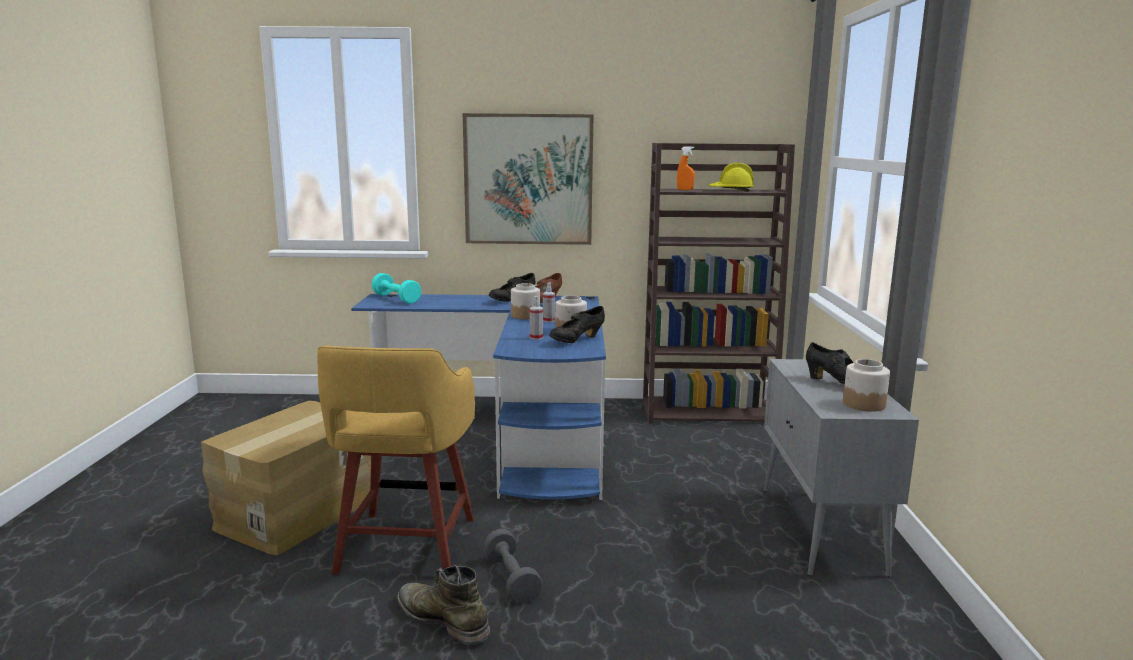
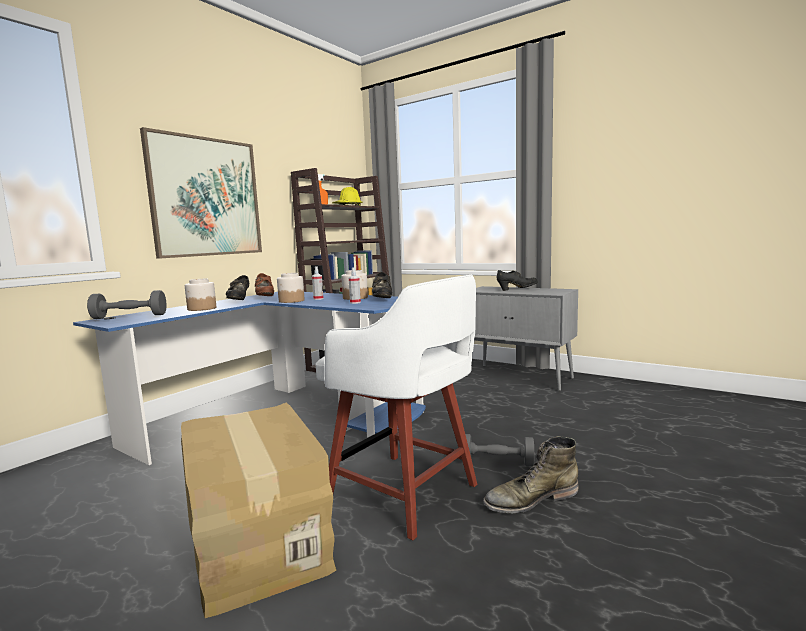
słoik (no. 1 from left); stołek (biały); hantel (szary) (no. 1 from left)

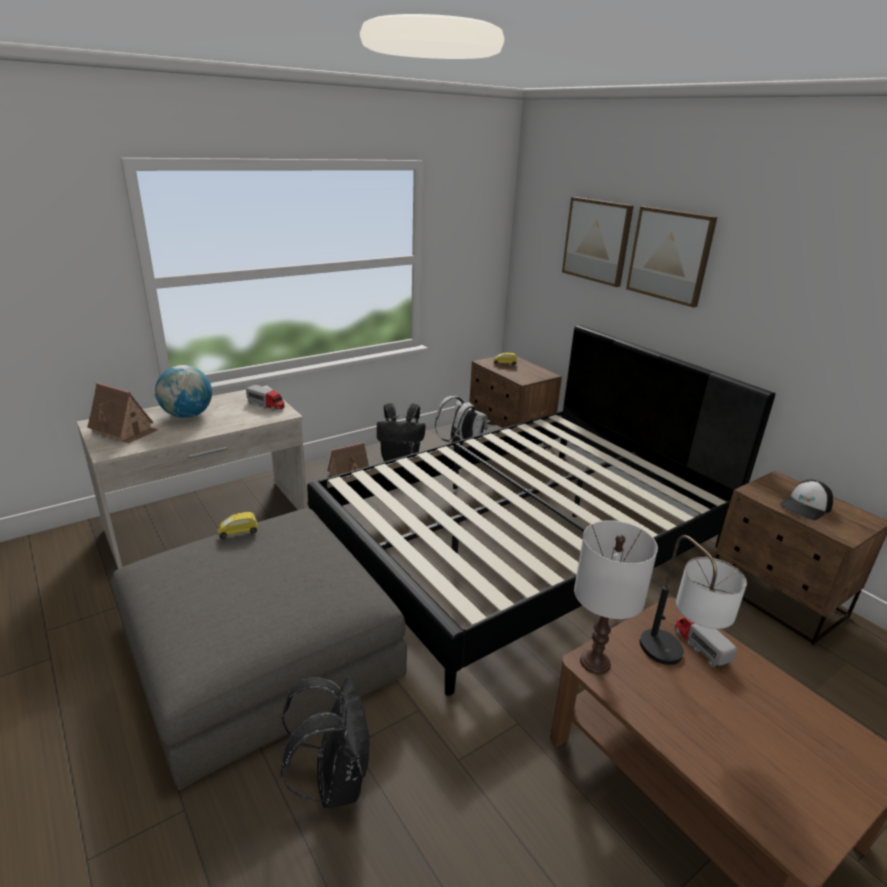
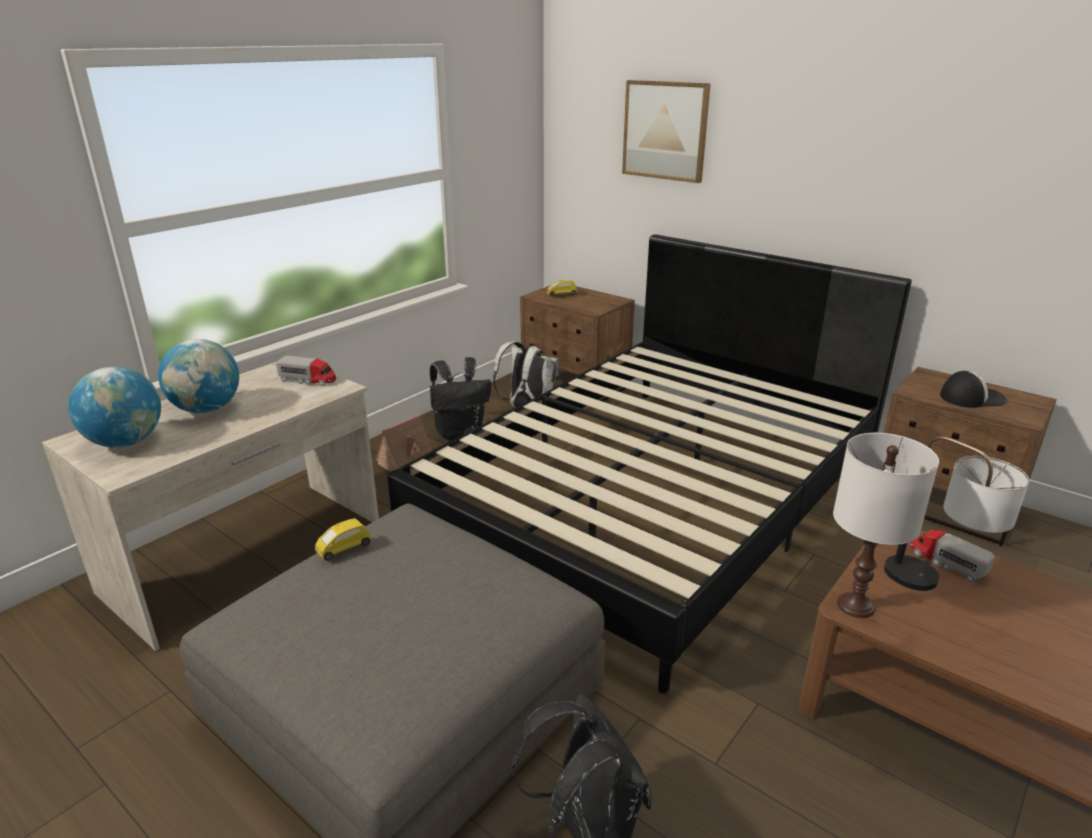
obraz (no. 2 from left in the first image); globus (no. 1 from left); czapka z daszkiem

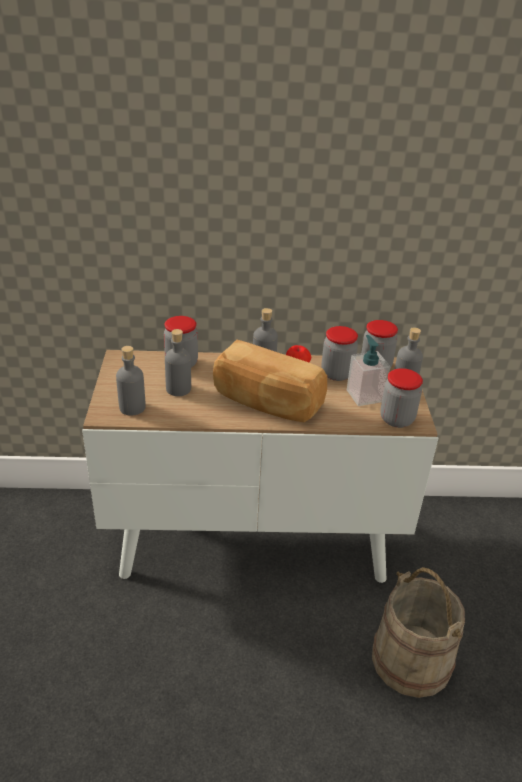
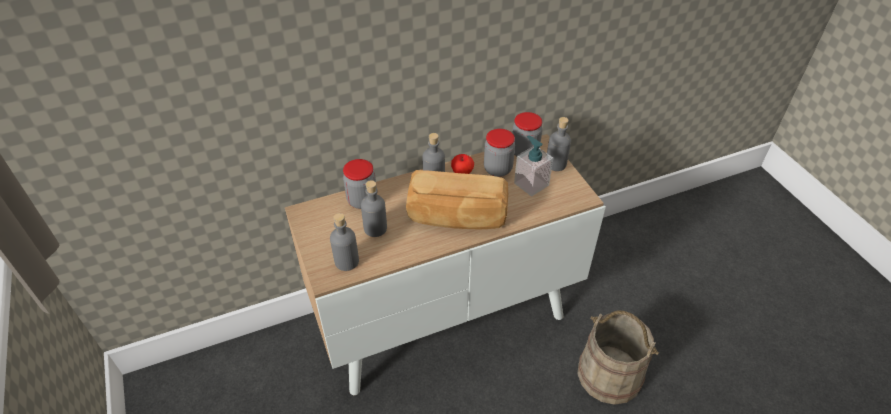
słoik (no. 4 from left in the first image)

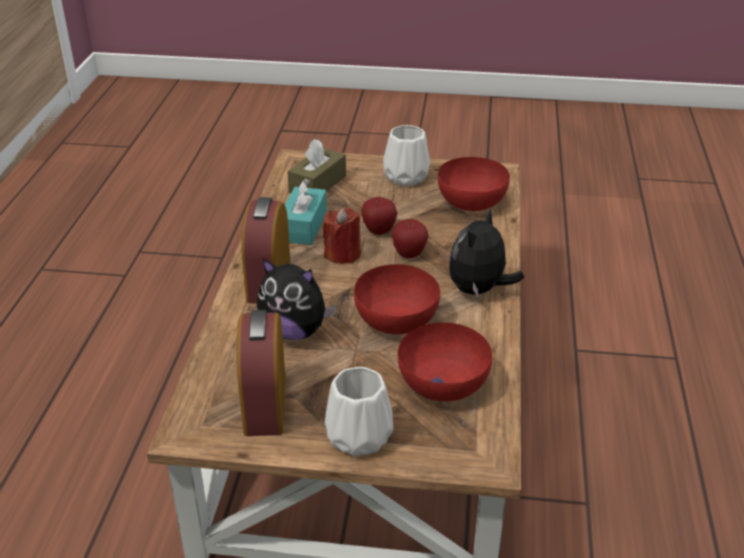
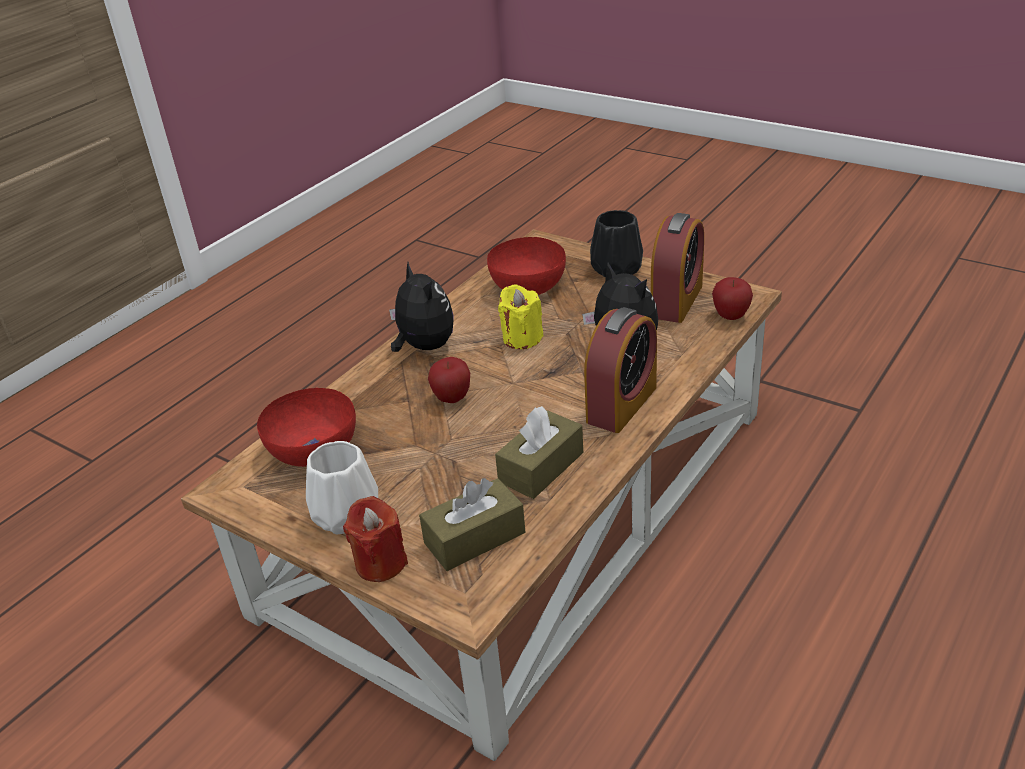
świeca (czerwony); jabłko (no. 2 from left); świeca (żółty); pudełko chusteczek (brązowy) (no. 2 from left); wazon (czarny); pluszak (no. 1 from left)

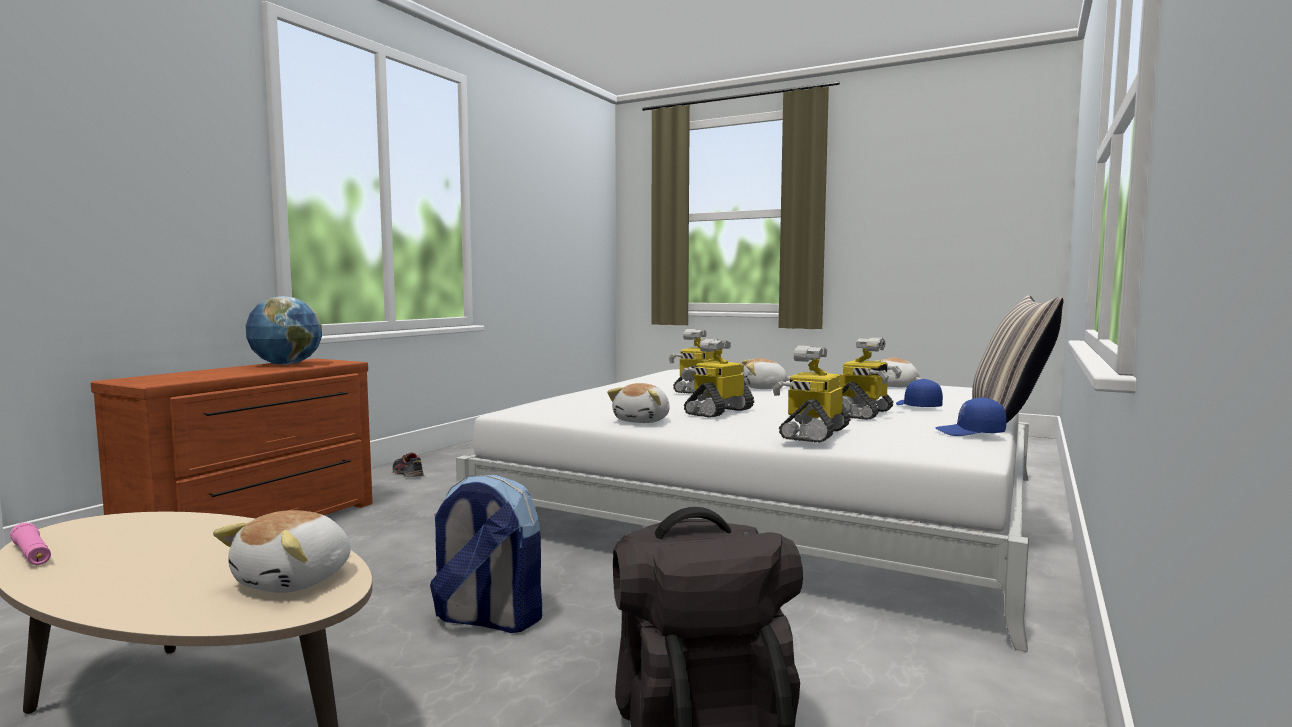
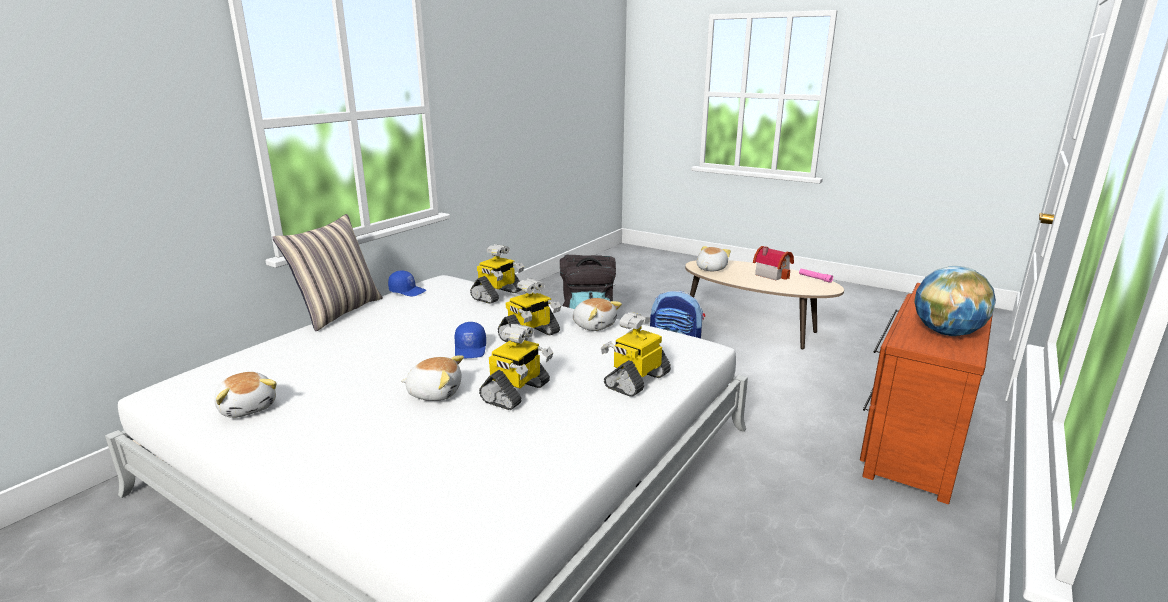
but; domek; robot zabawkowy (no. 4 from left); czapka z daszkiem (niebieski) (no. 2 from left); pluszak (no. 3 from left)

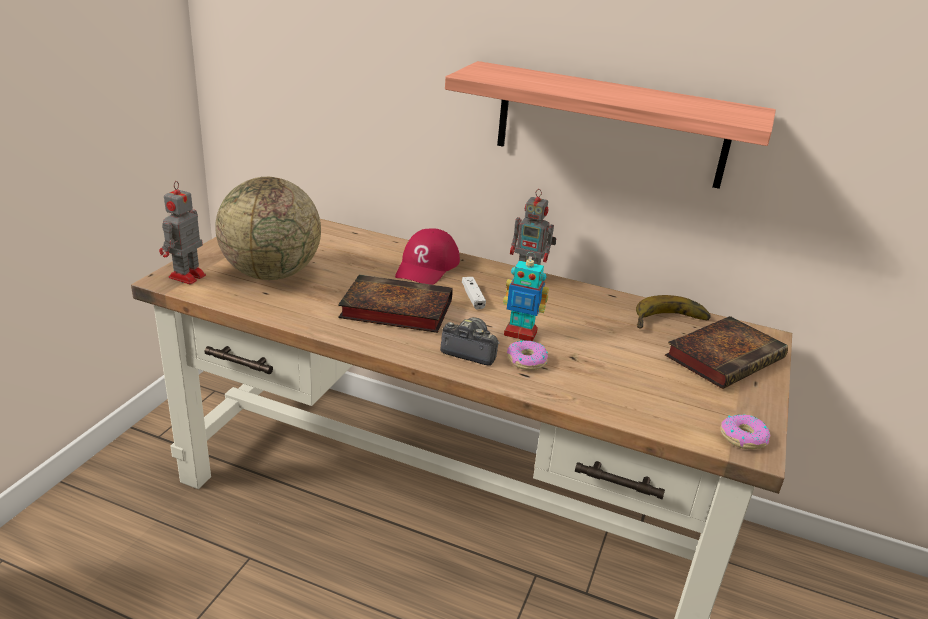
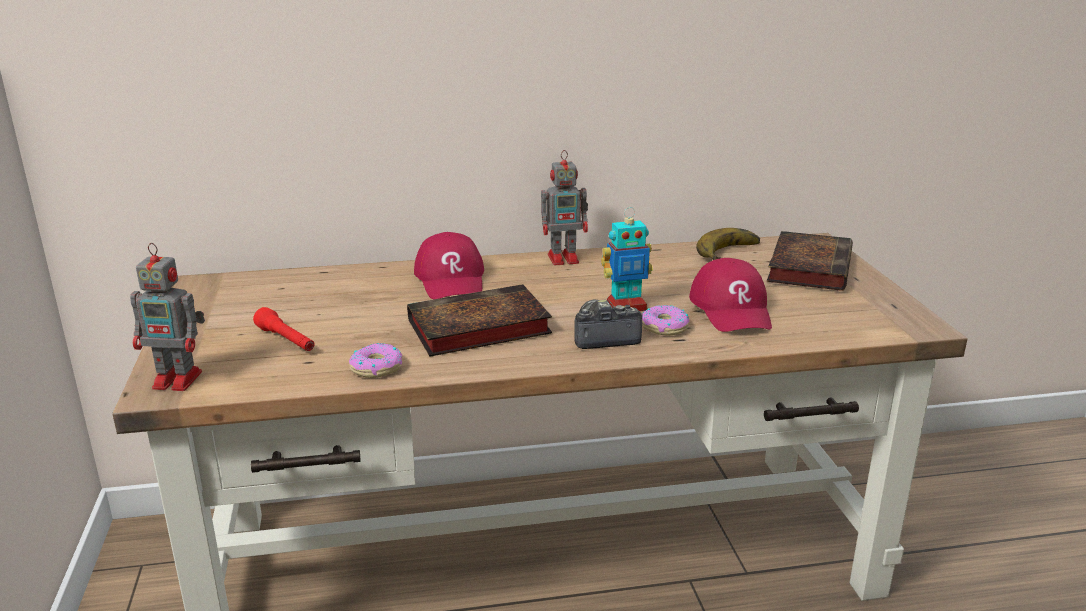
półka; pad do gier (biały); czapka z daszkiem (czerwony) (no. 2 from left); donut (no. 1 from left); latarka (czerwony); robot zabawkowy (no. 1 from left)

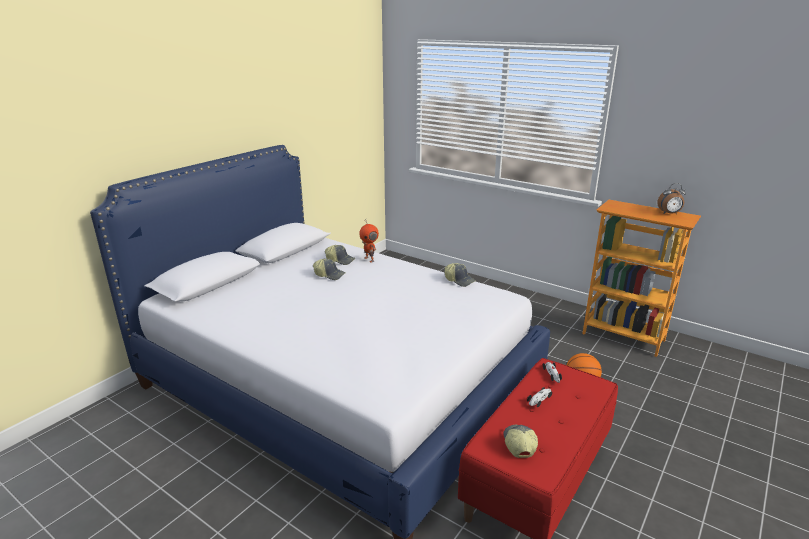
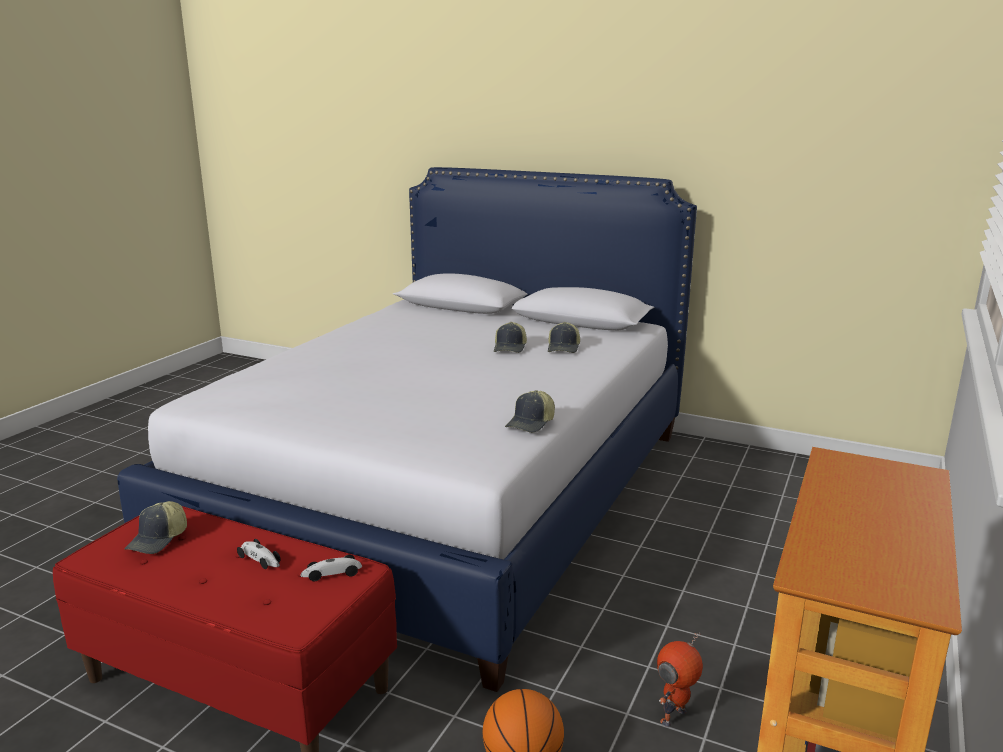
budzik; robot zabawkowy; czapka z daszkiem (no. 1 from left)

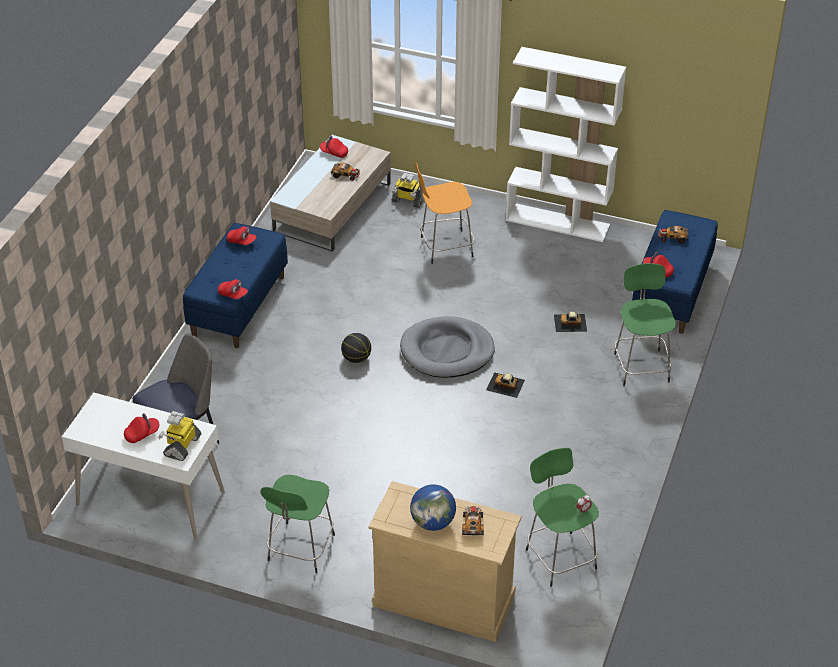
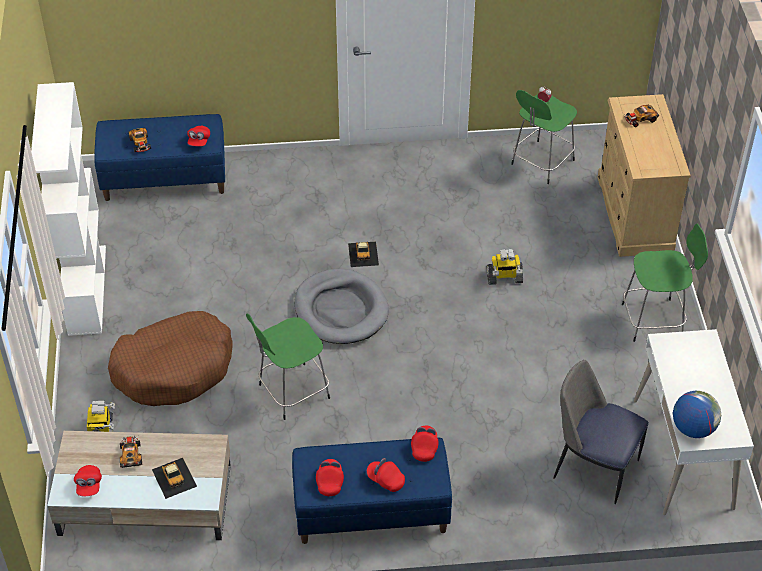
piłka do koszykówki; czapka z daszkiem (czerwony) (no. 4 from left); robot zabawkowy (no. 2 from left); globus; samochodzik (no. 3 from left); stołek (zielony) (no. 1 from left); legowisko (brązowy)

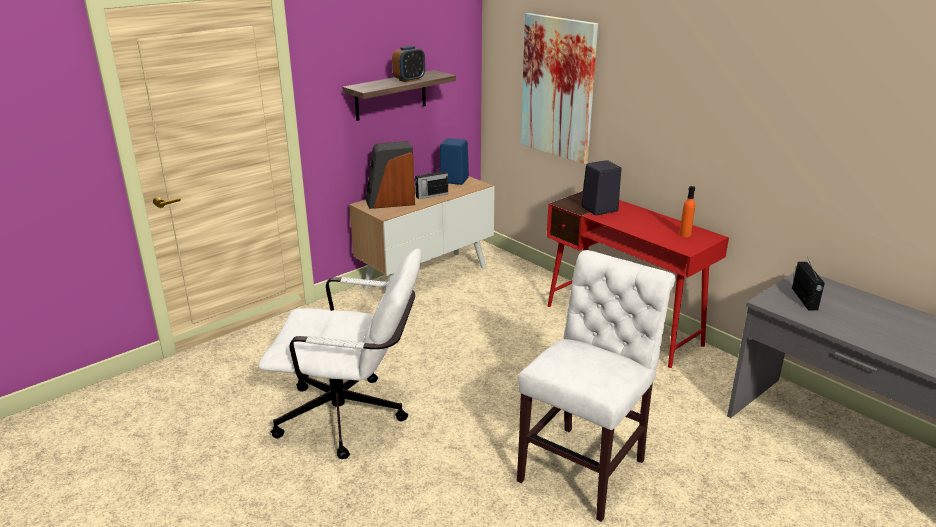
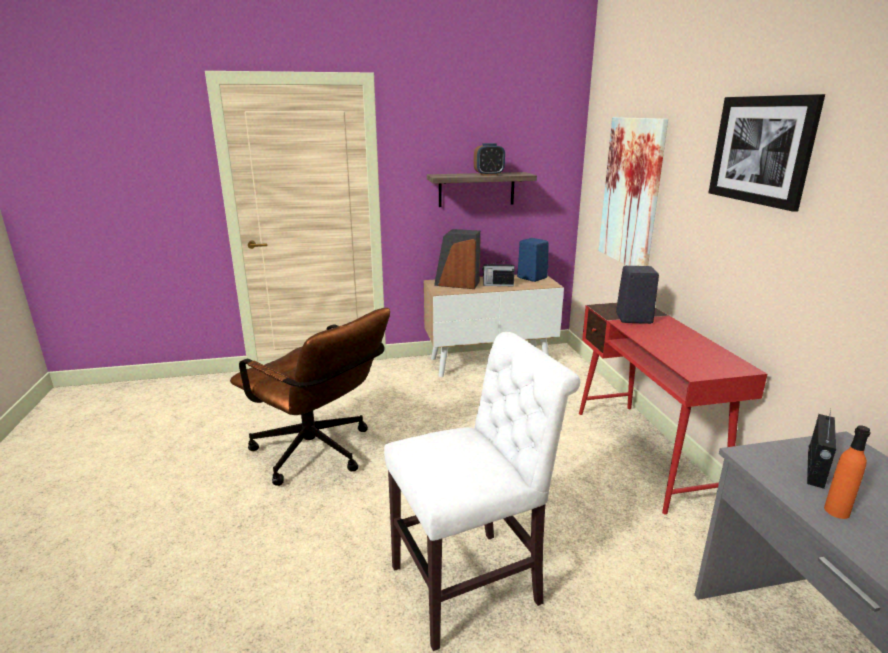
obraz (no. 2 from left); butelka (pomarańczowy); krzesło biurowe (brązowy)

